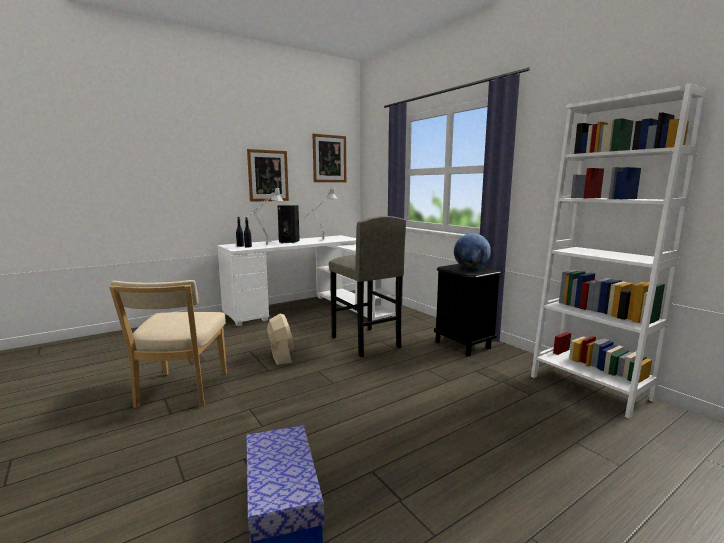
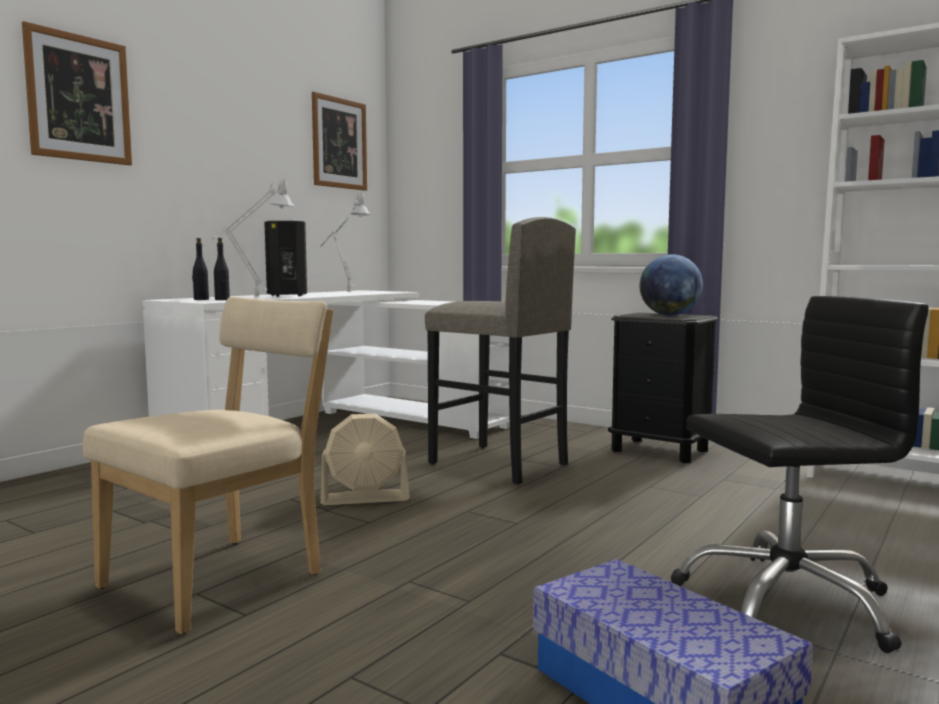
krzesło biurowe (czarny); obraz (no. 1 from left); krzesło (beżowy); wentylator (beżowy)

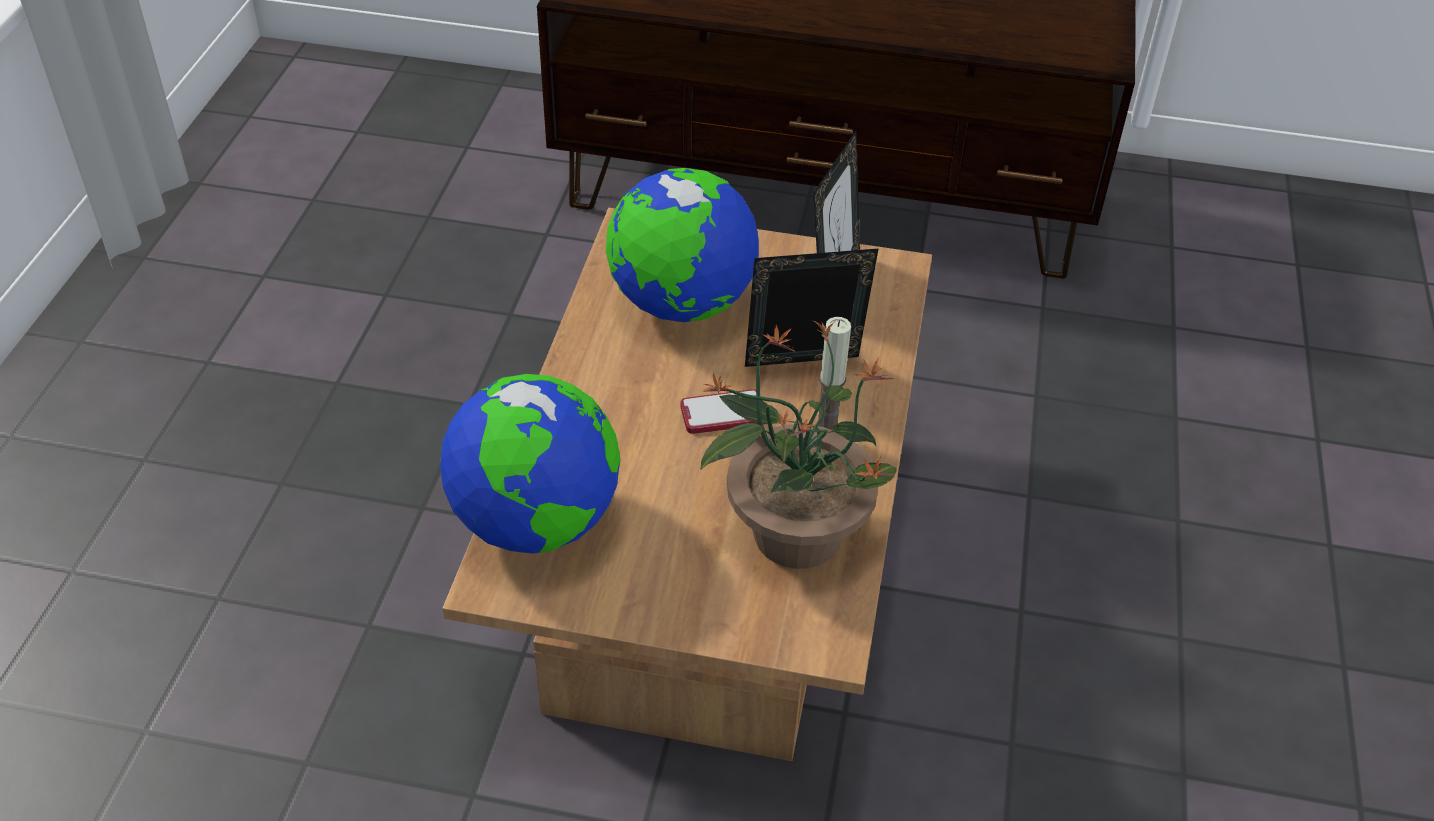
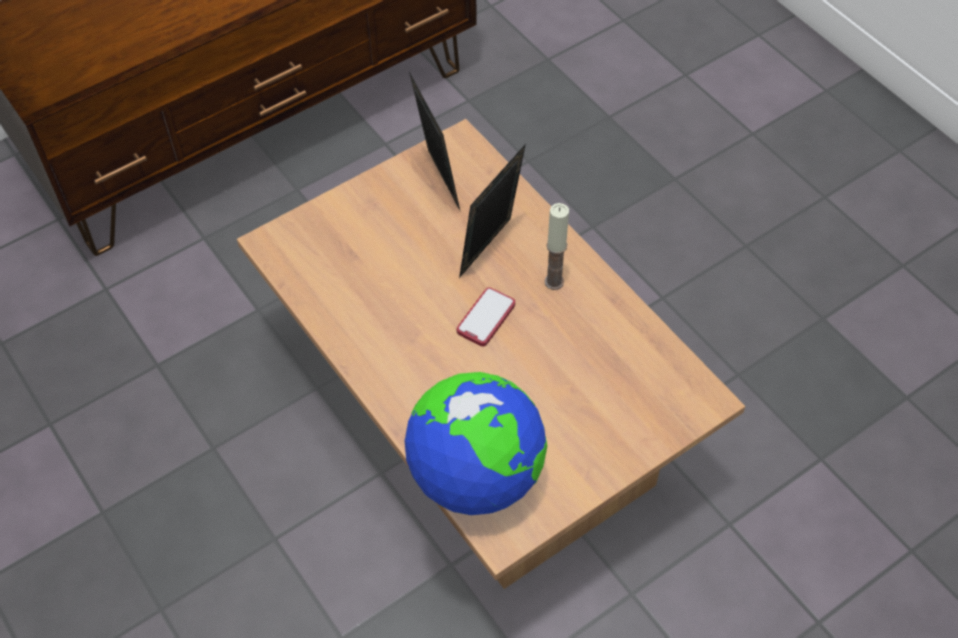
globus (no. 2 from left in the first image); roślina doniczkowa

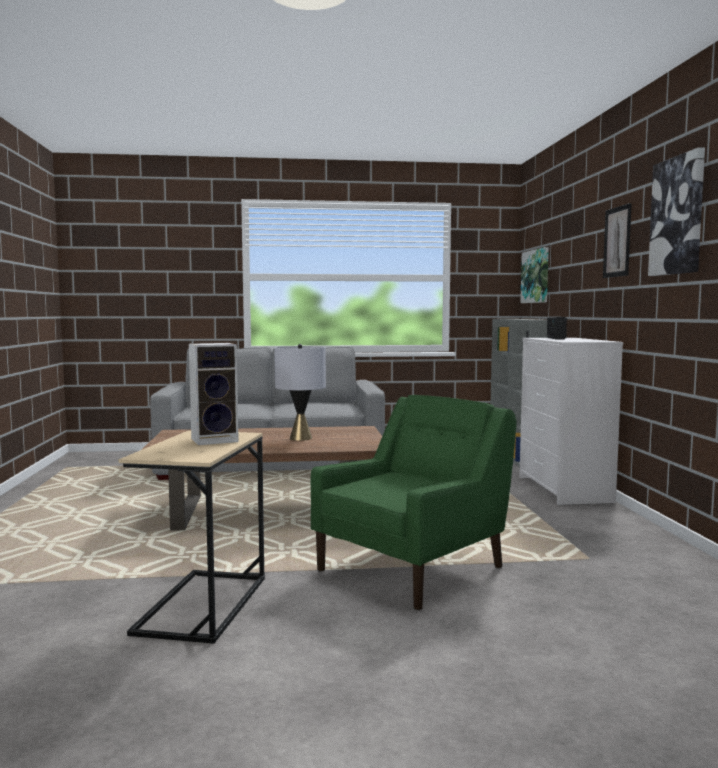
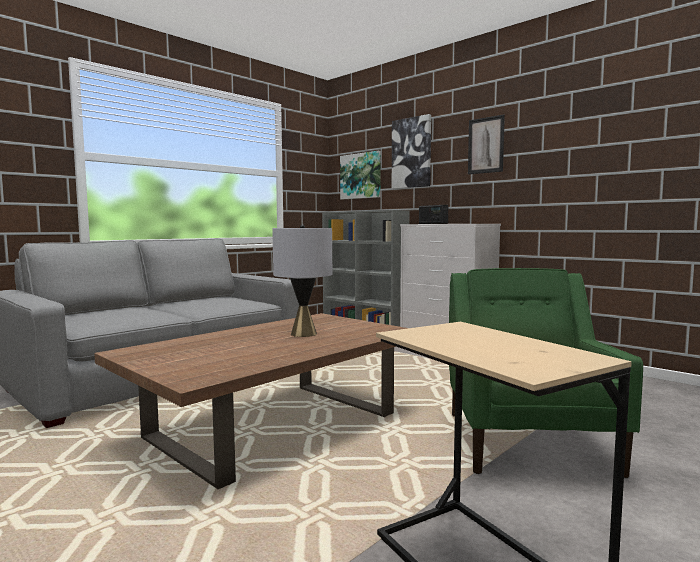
głośnik; obraz (no. 2 from left)

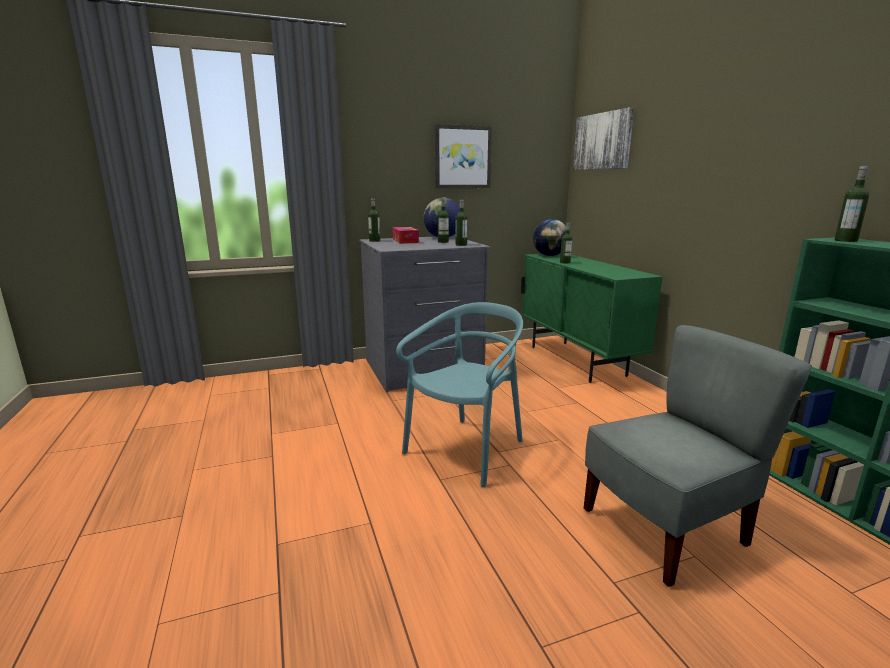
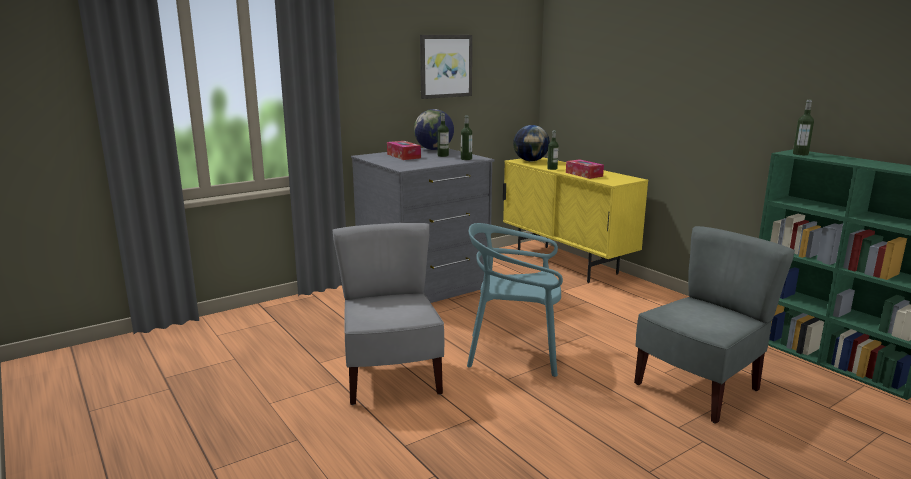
butelka (no. 1 from left in the first image); obraz (no. 2 from left in the first image); krzesło (szary) (no. 1 from left); pudełko chusteczek (no. 2 from left); szafka (żółty); krzesło (turkusowy)

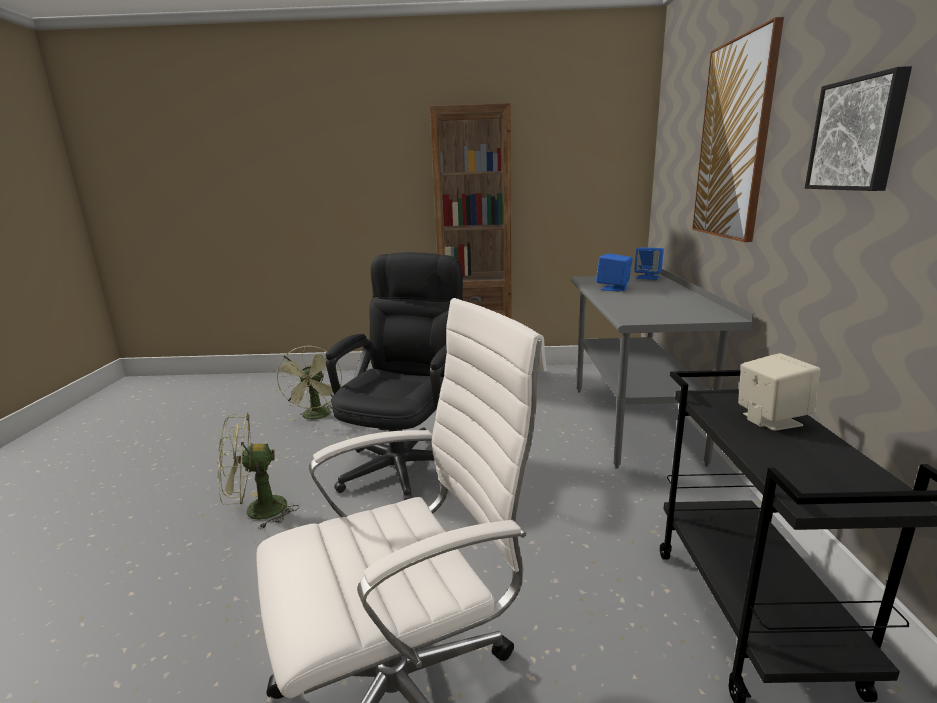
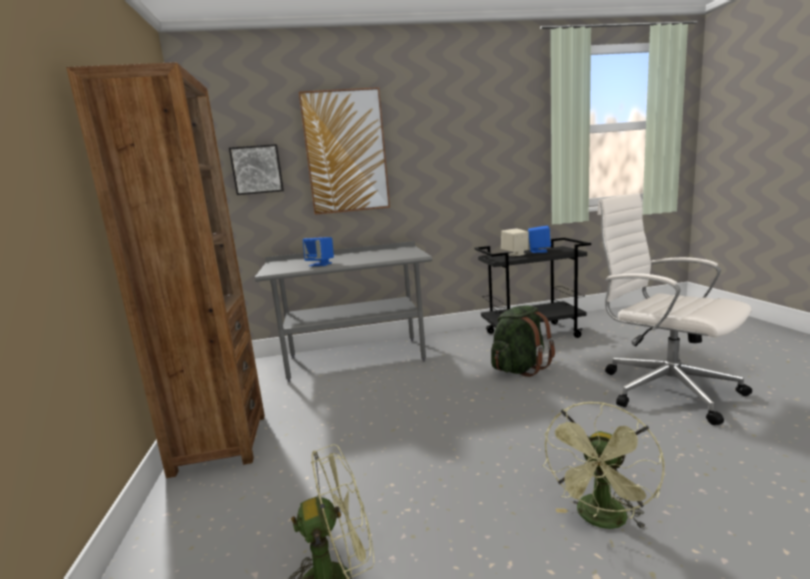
krzesło biurowe (czarny); plecak (zielony); głośnik (niebieski) (no. 2 from left); obraz (no. 1 from left); wentylator (zielony) (no. 2 from left)

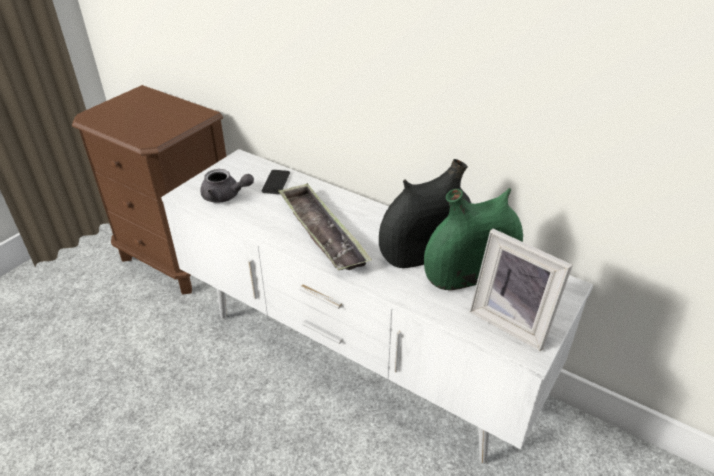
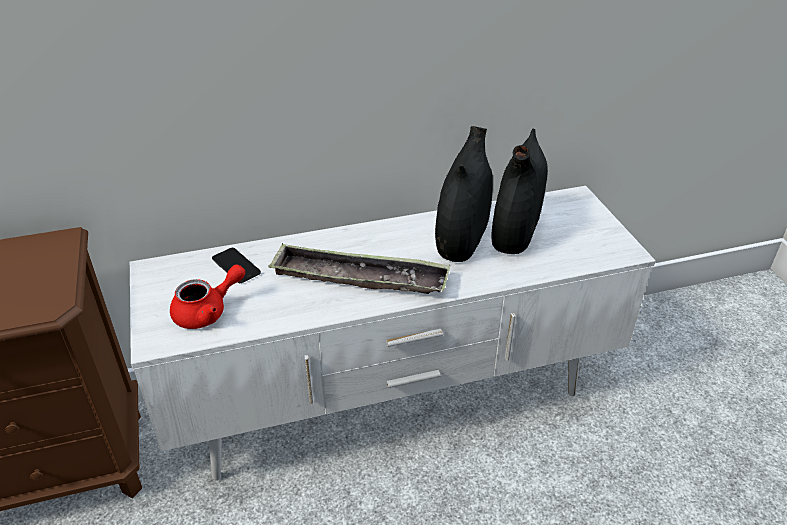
ramka na zdjęcie; imbryk (czerwony); wazon (czarny) (no. 2 from left)

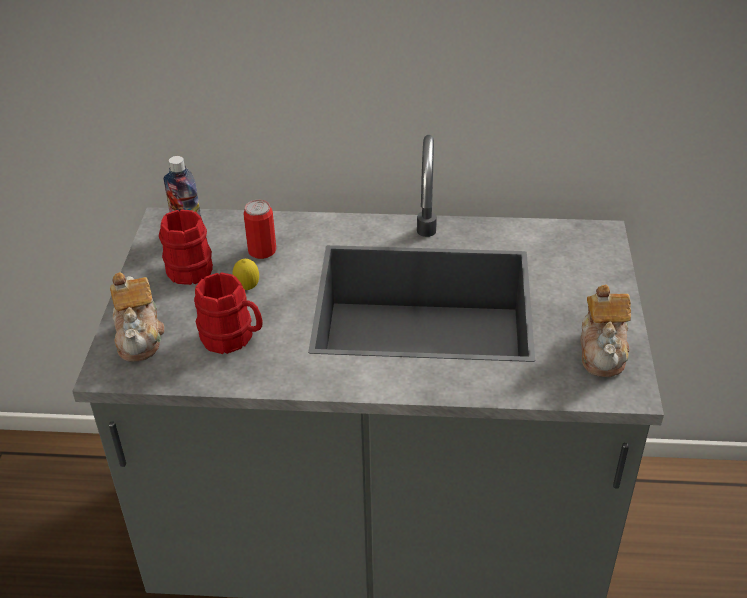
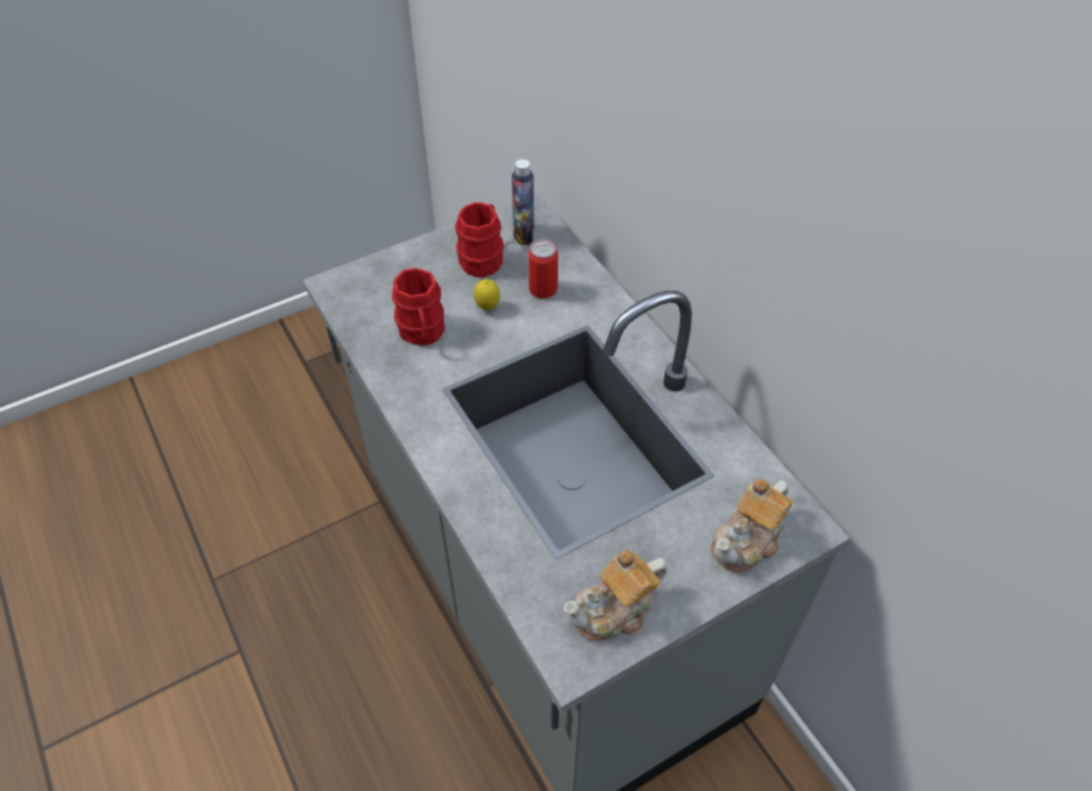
imbryk (no. 2 from left)

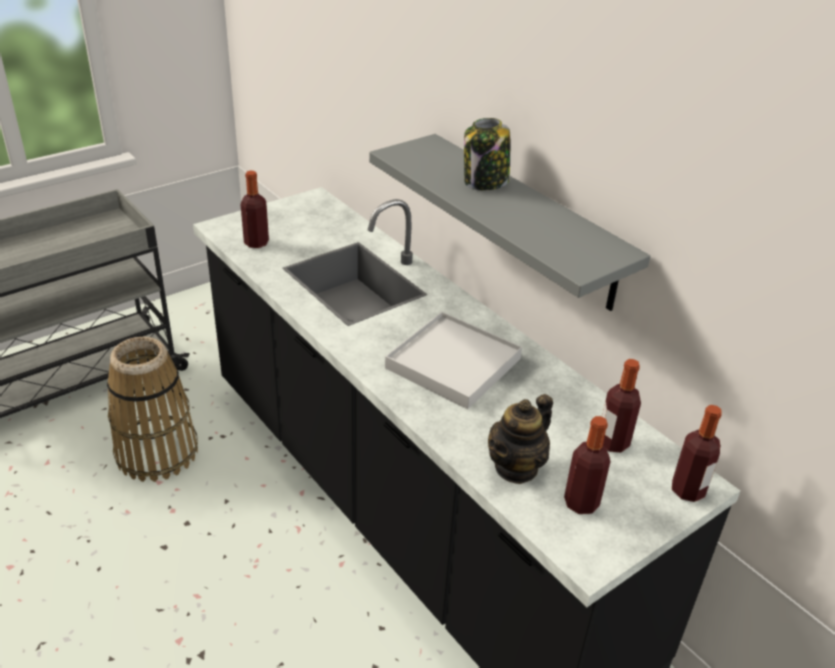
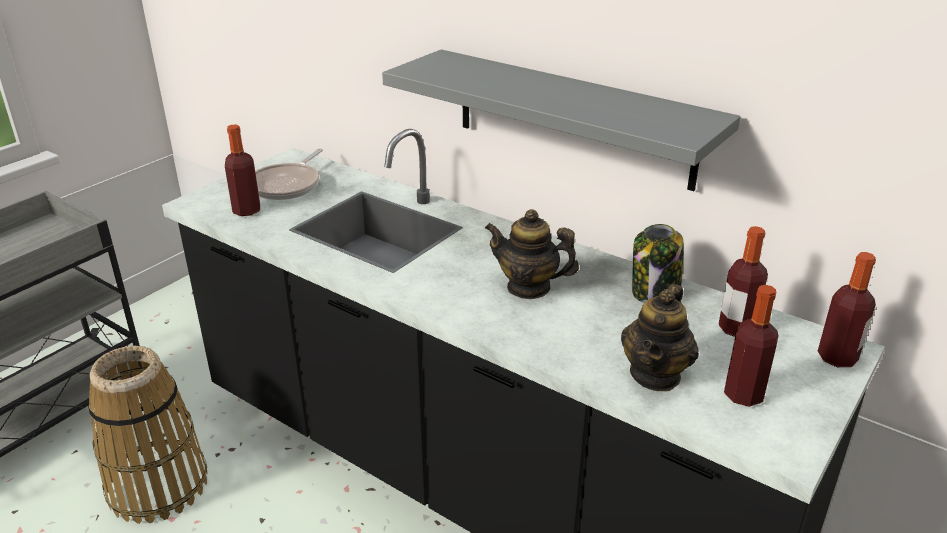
patelnia; słoik; imbryk (no. 1 from left)

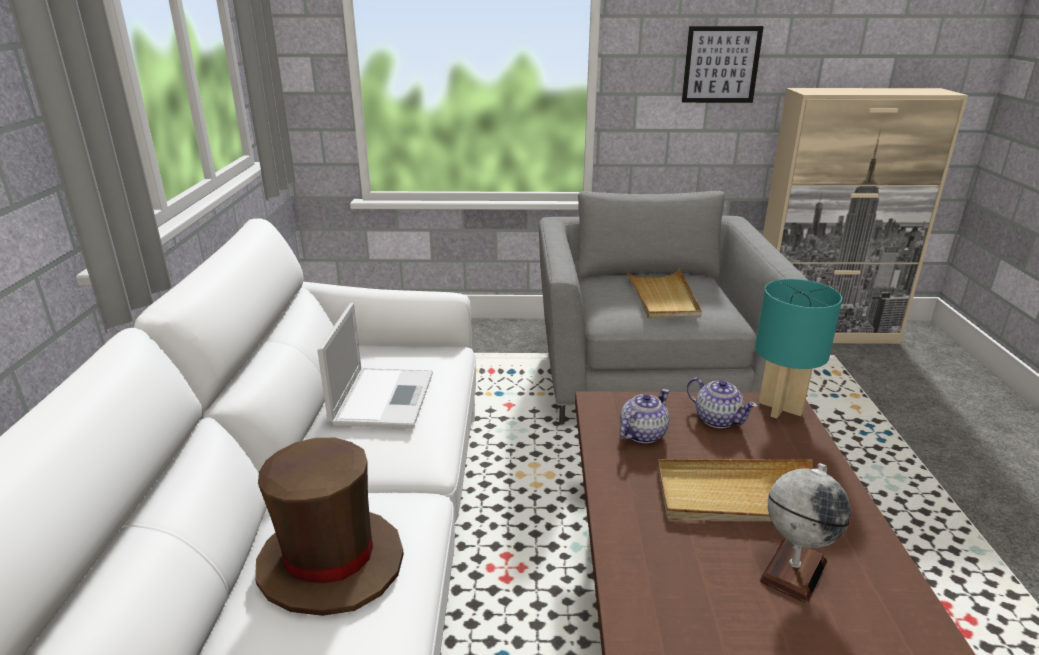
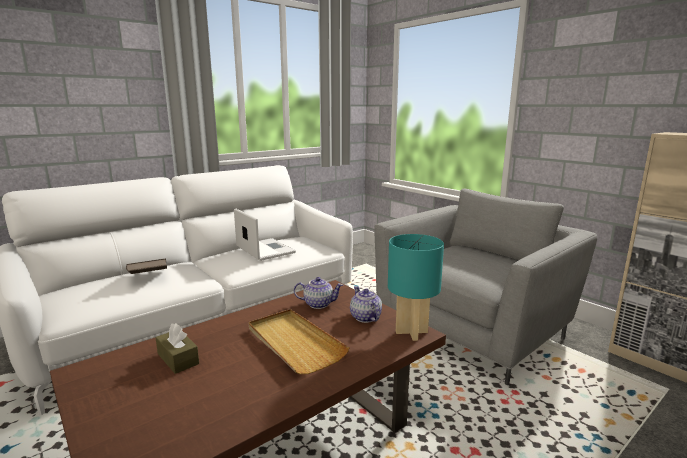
taca (beżowy) (no. 1 from left in the first image); obraz; globus; pudełko chusteczek (brązowy); książka (brązowy); laptop; imbryk (no. 2 from left)

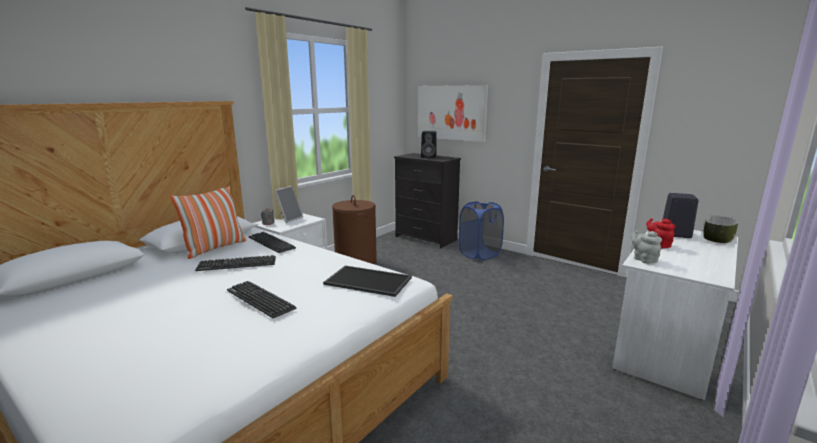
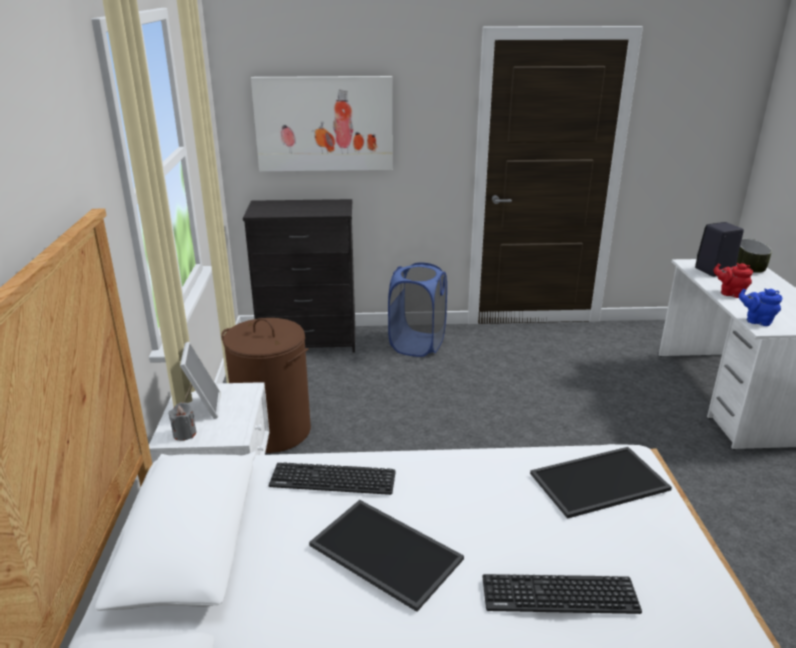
poduszka; głośnik (czarny) (no. 1 from left in the first image); taca (no. 1 from left); imbryk (niebieski)

